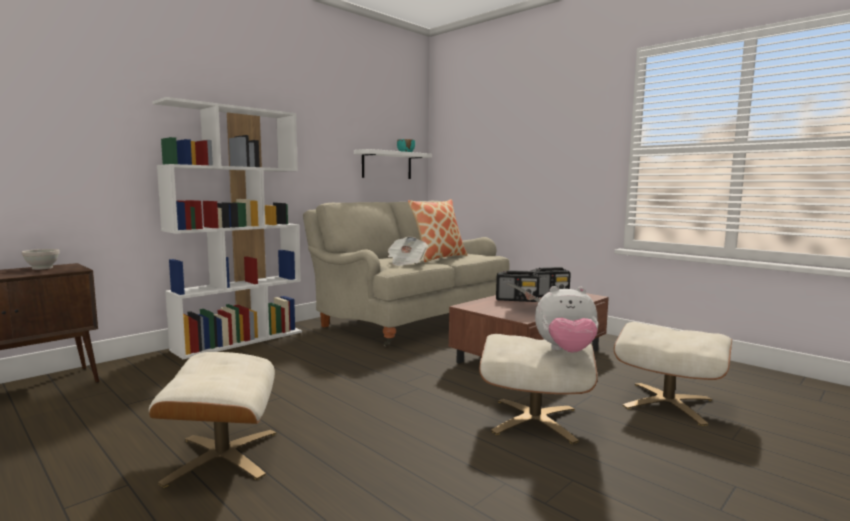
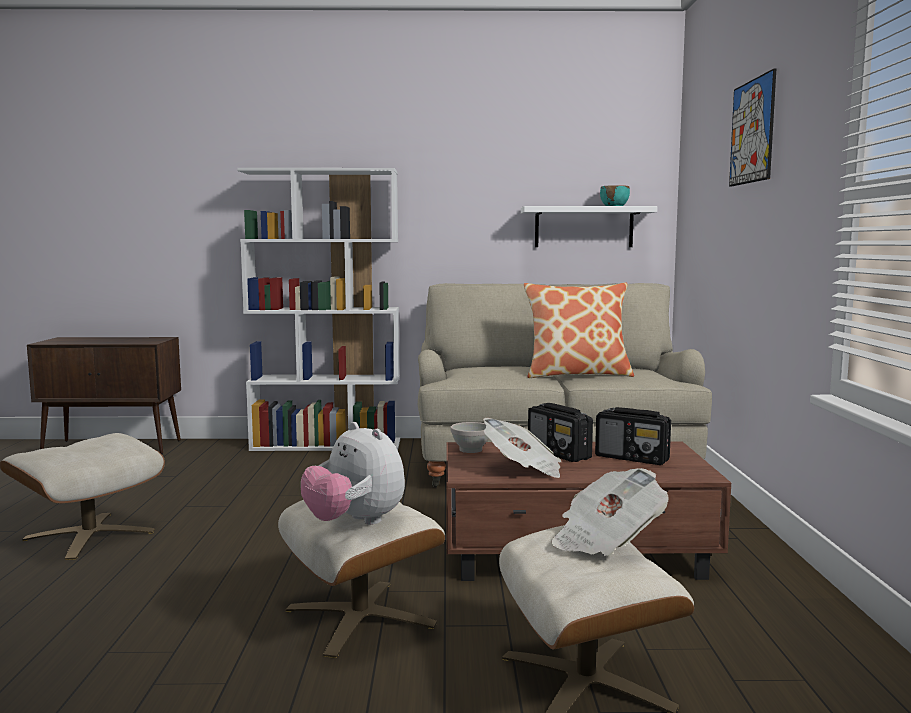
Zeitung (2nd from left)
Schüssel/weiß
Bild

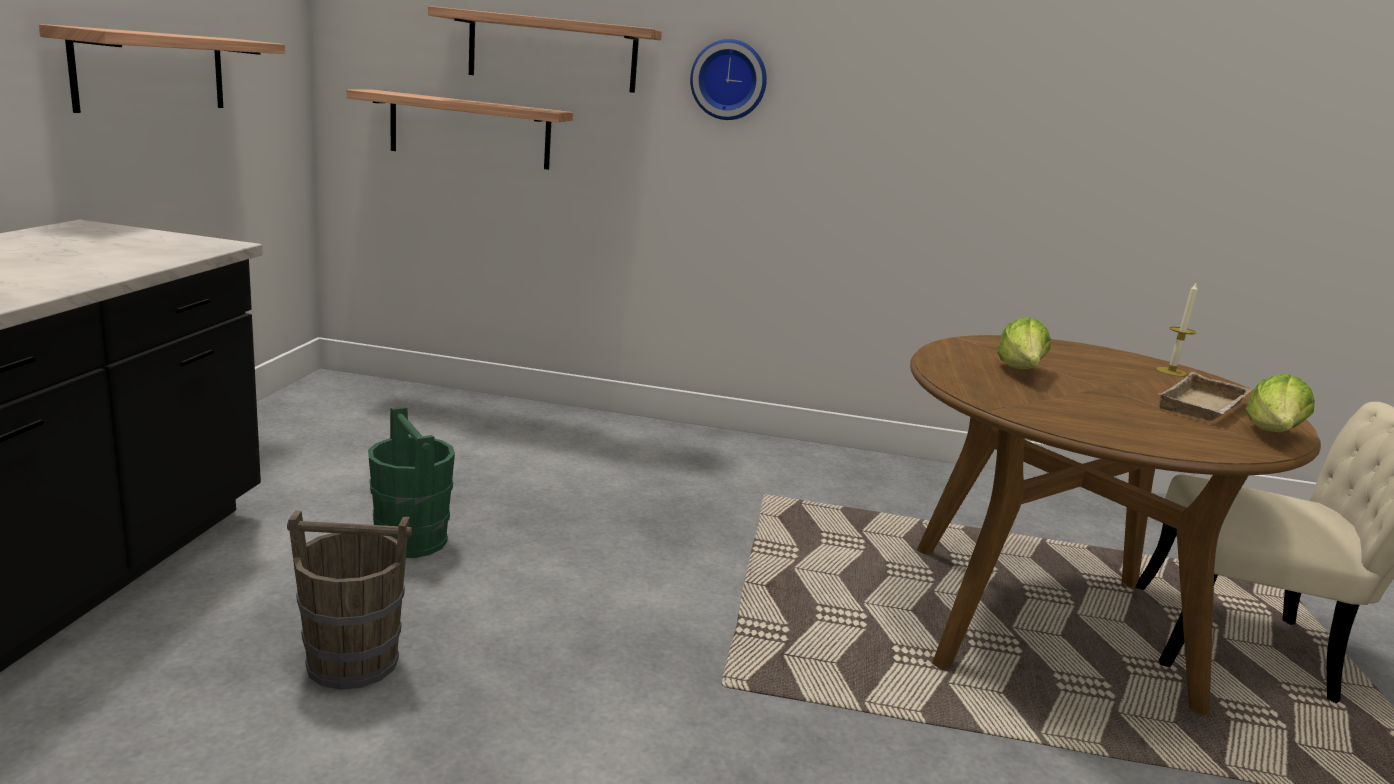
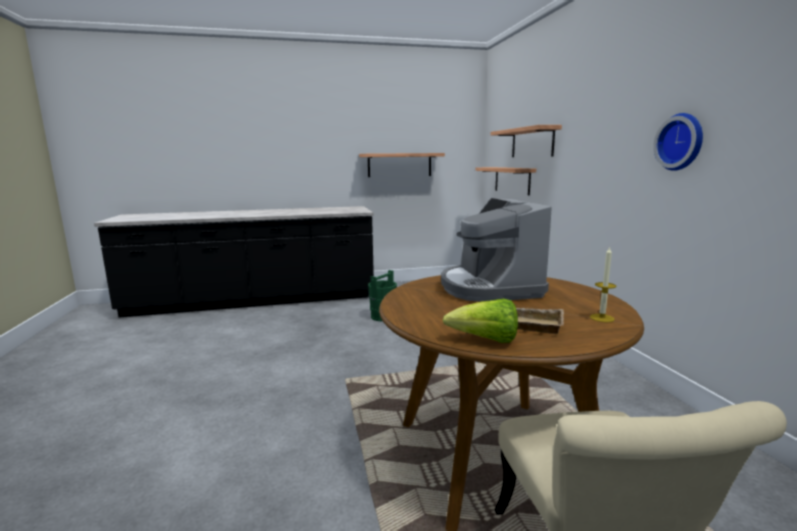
Wanduhr
Kaffeemaschine
Eimer/braun

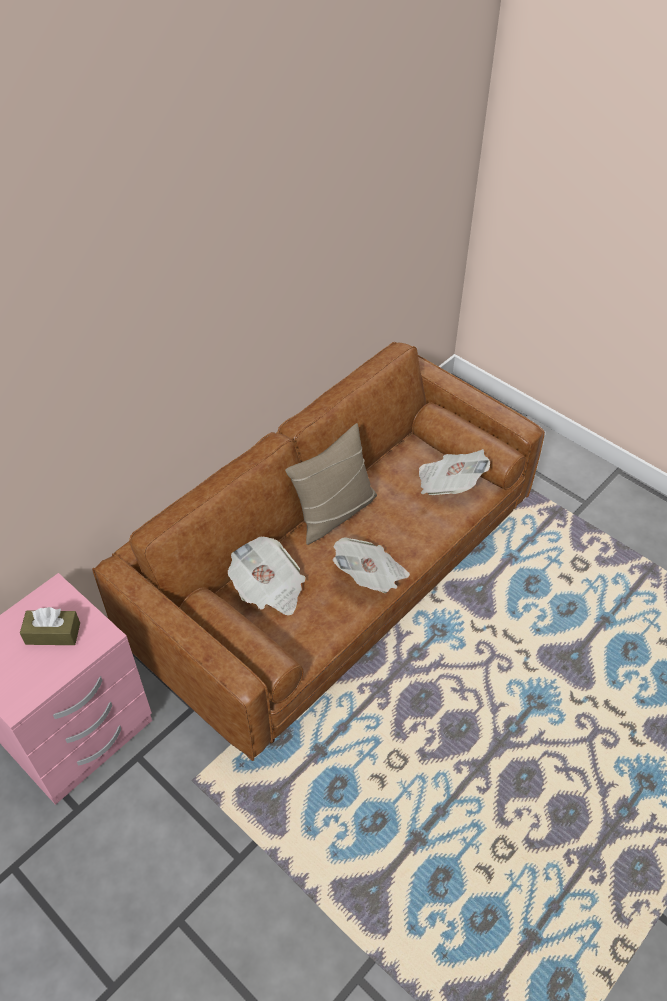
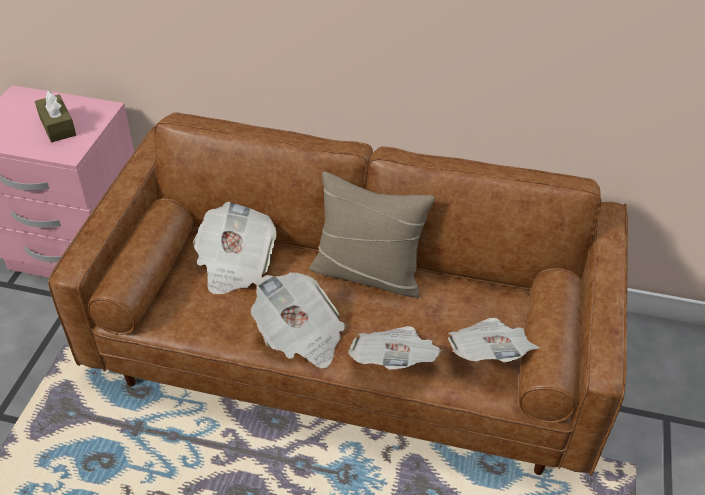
Zeitung (3rd from left)

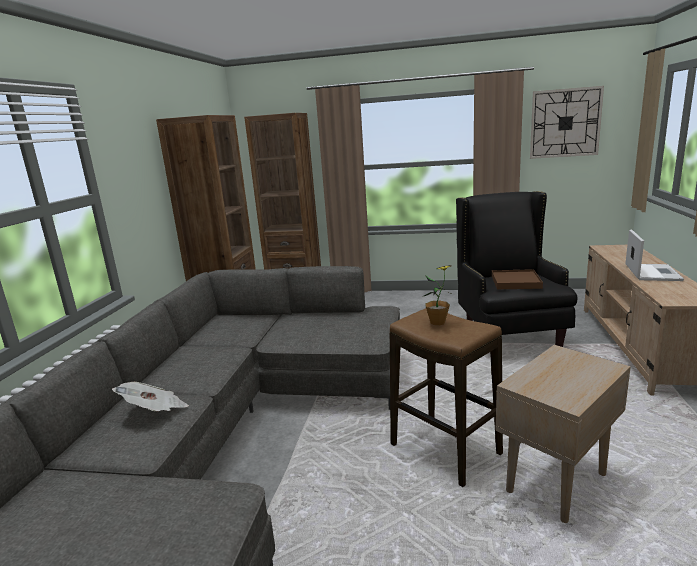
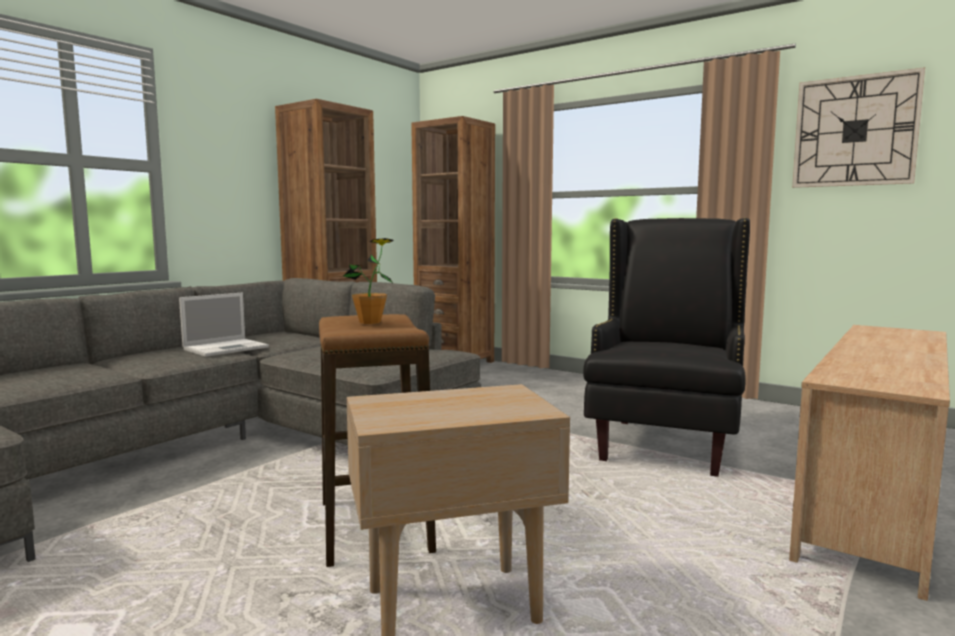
Laptop
Tablett/braun
Zeitung

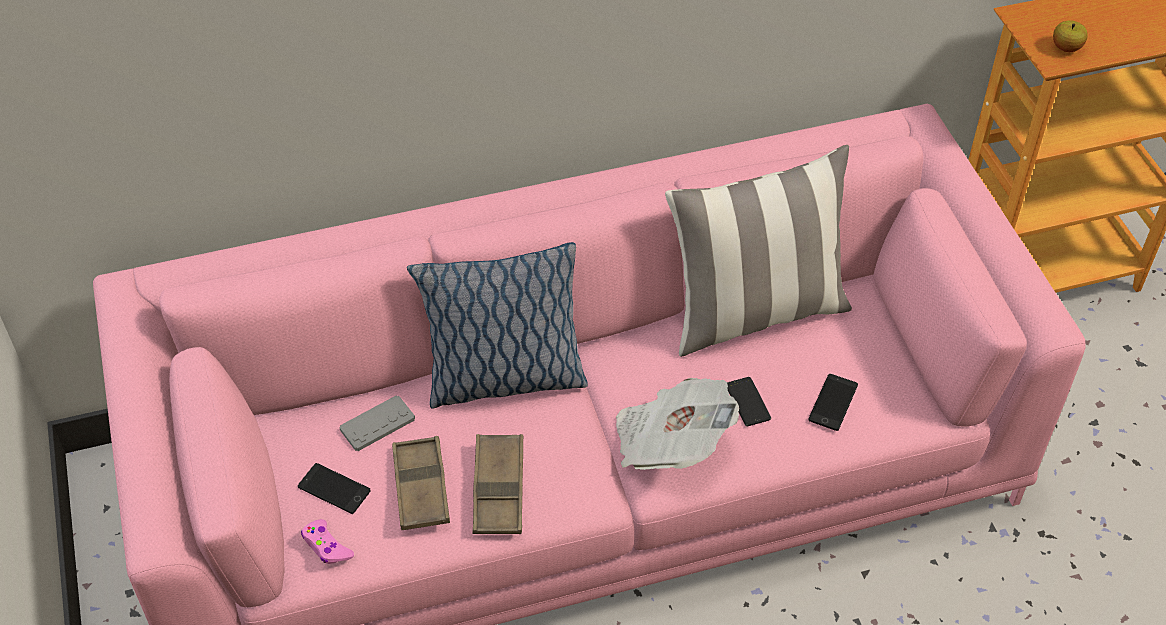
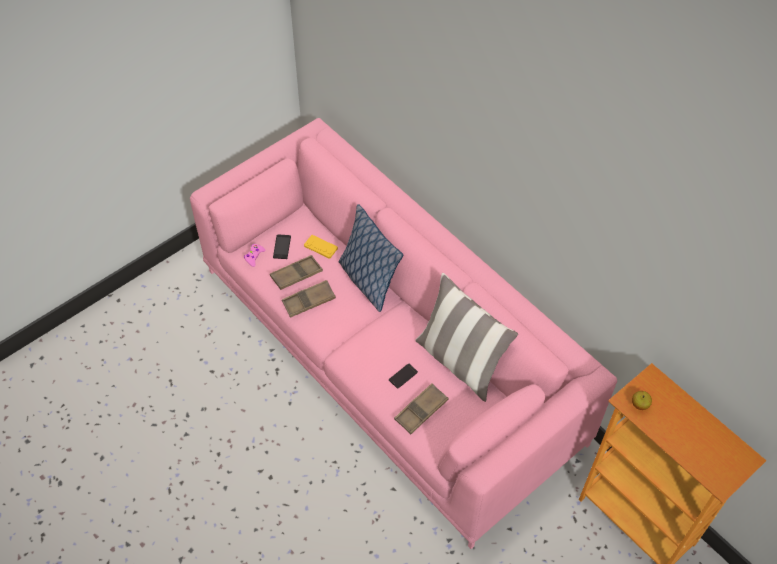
Tablett/braun (3rd from left)
Zeitung
Gamepad/gelb

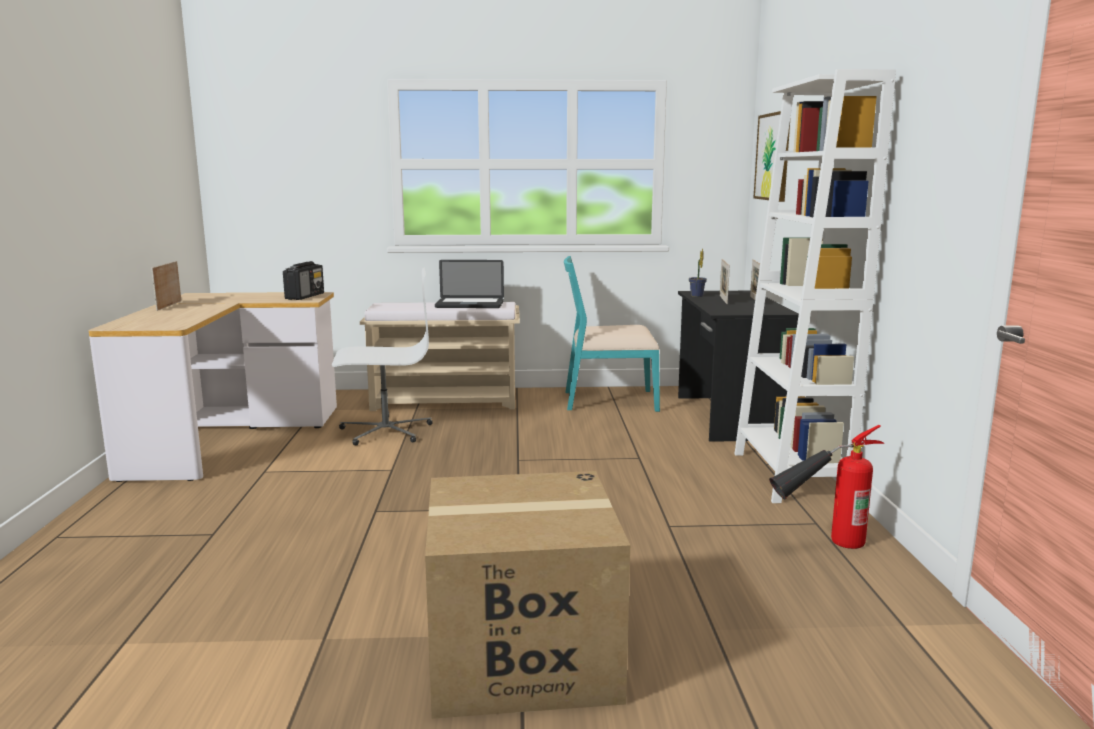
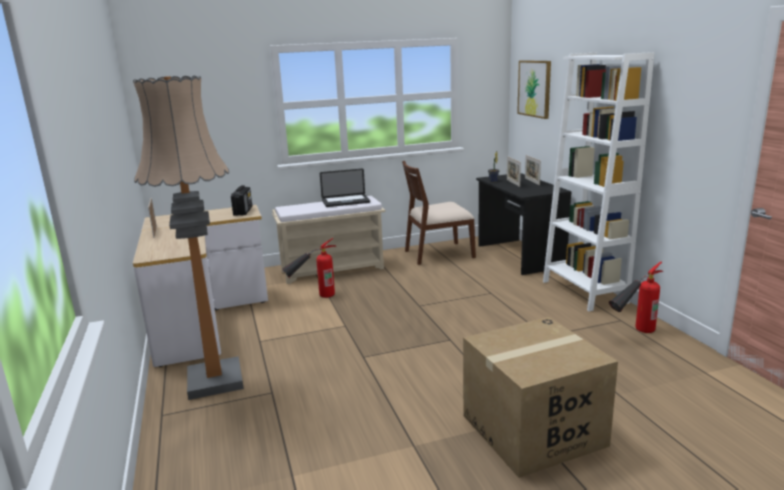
Stuhl/braun
Feuerlöscher (1st from left)
Stehlampe

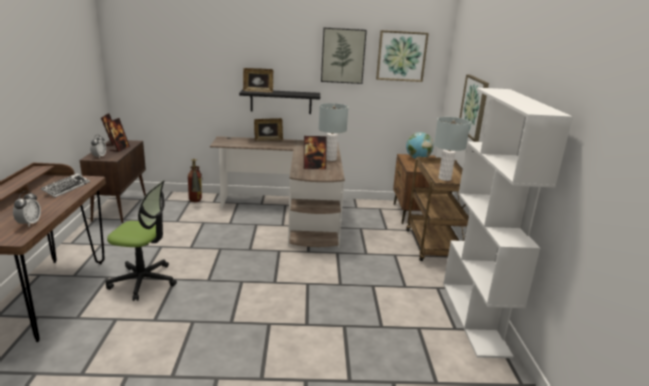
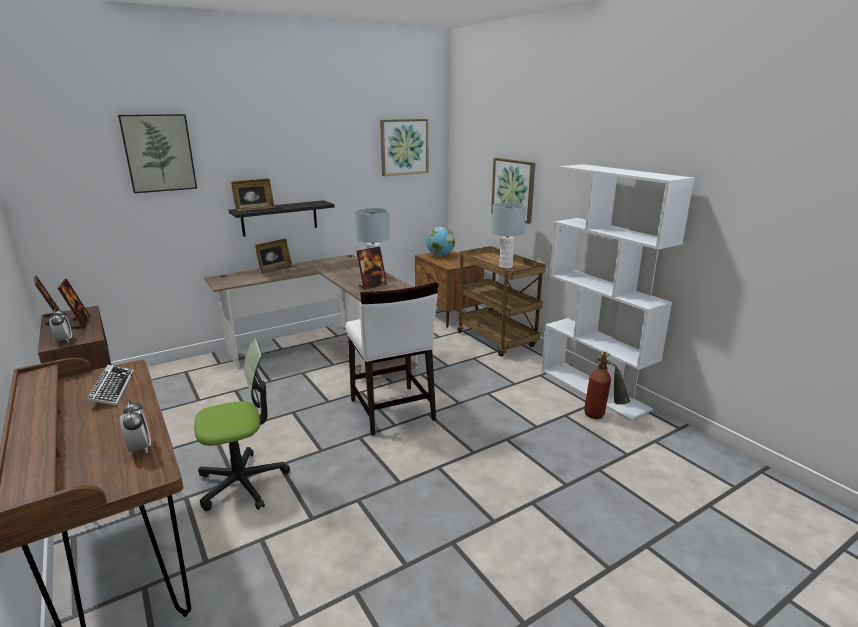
Bild (1st from left)
Feuerlöscher
Stuhl/weiß

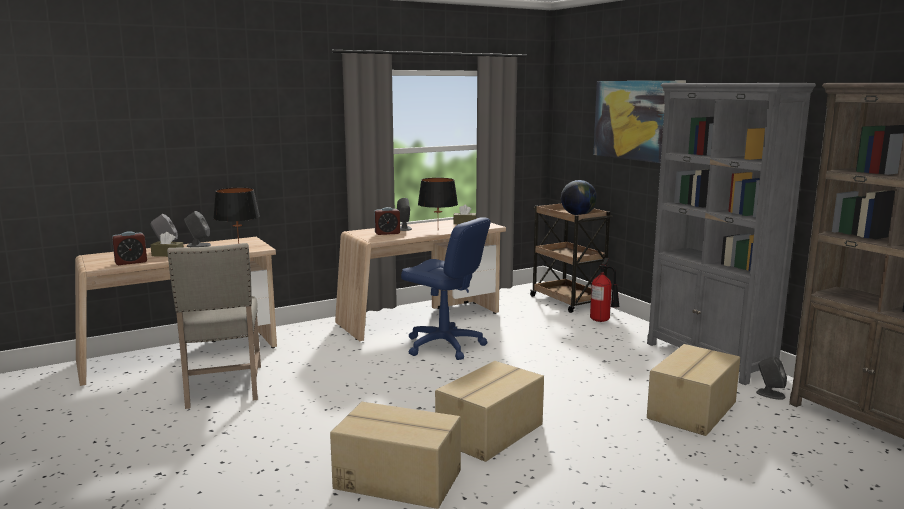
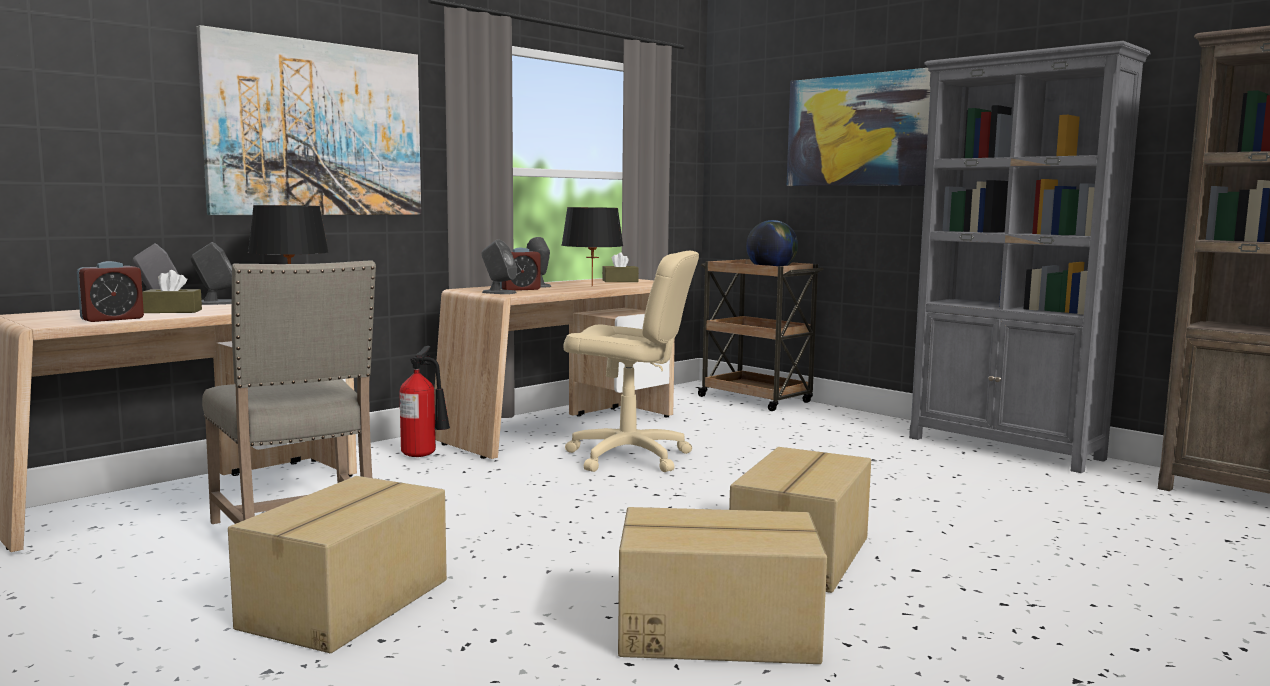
Bürostuhl/beige
Feuerlöscher
Karton (1st from left)
Lautsprecher/grau (3rd from left)
Bild (1st from left)

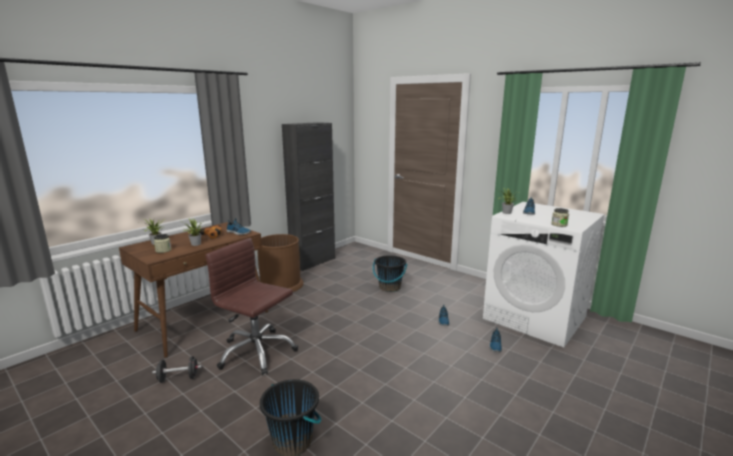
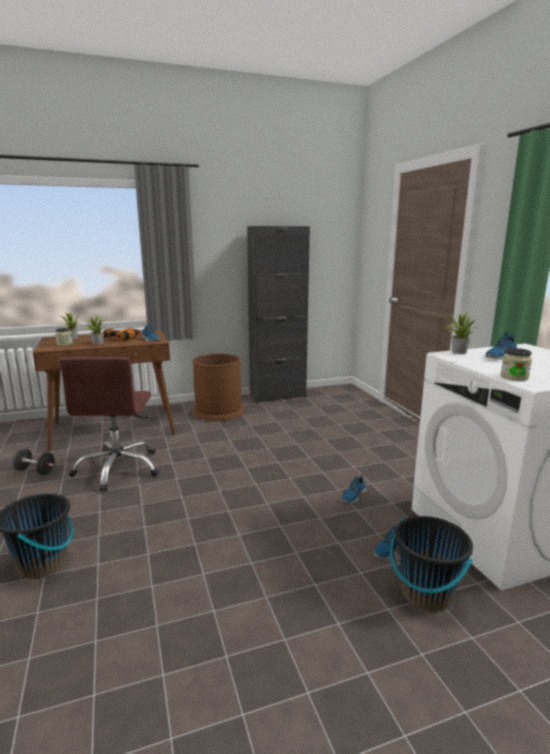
Bürostuhl/braun
Eimer/schwarz (2nd from left)

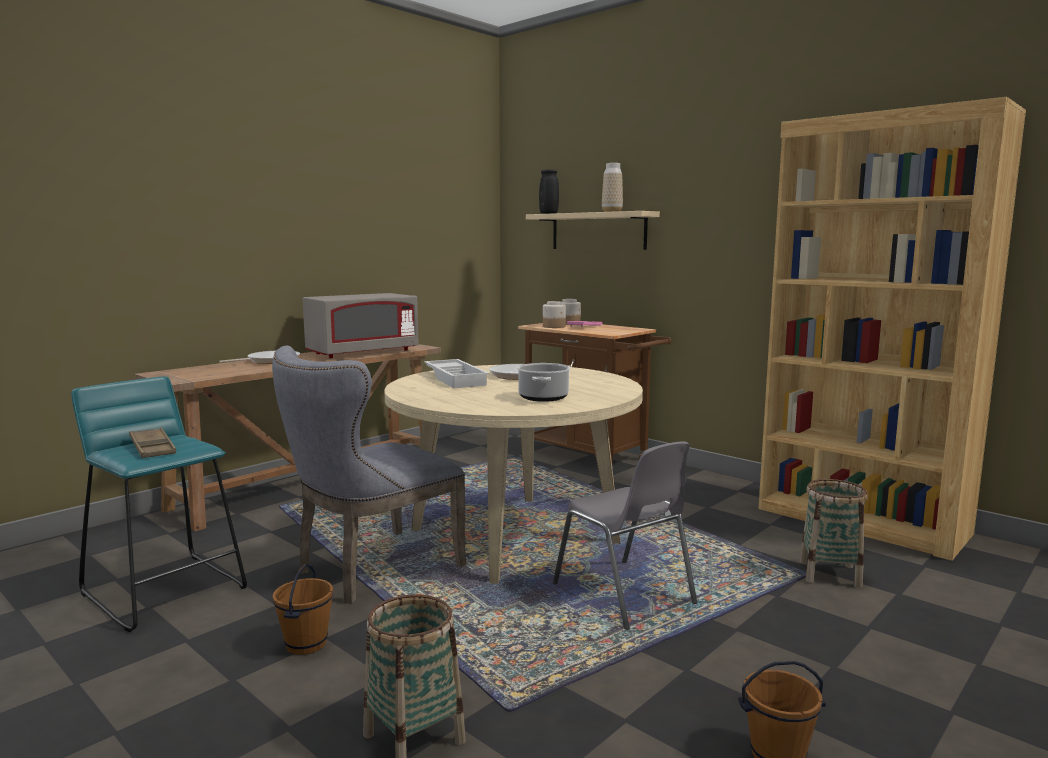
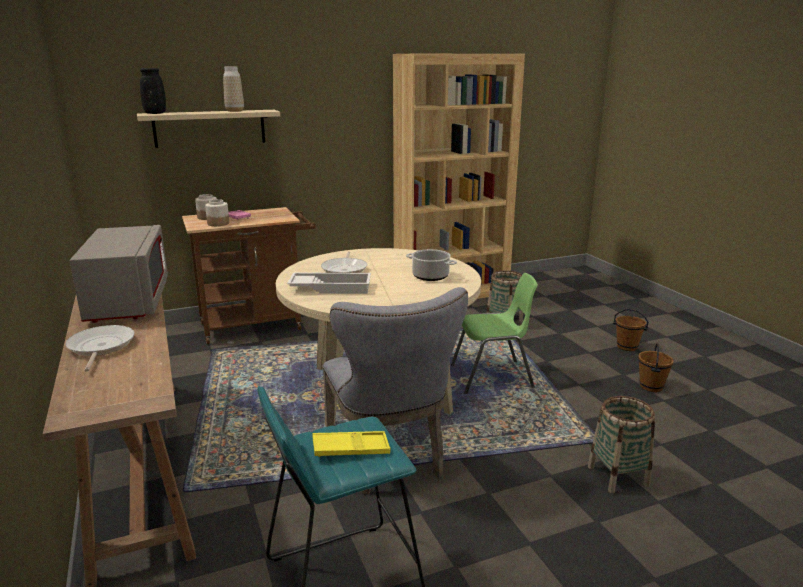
Tablett/gelb
Stuhl/grün
Eimer/braun (1st from left)

